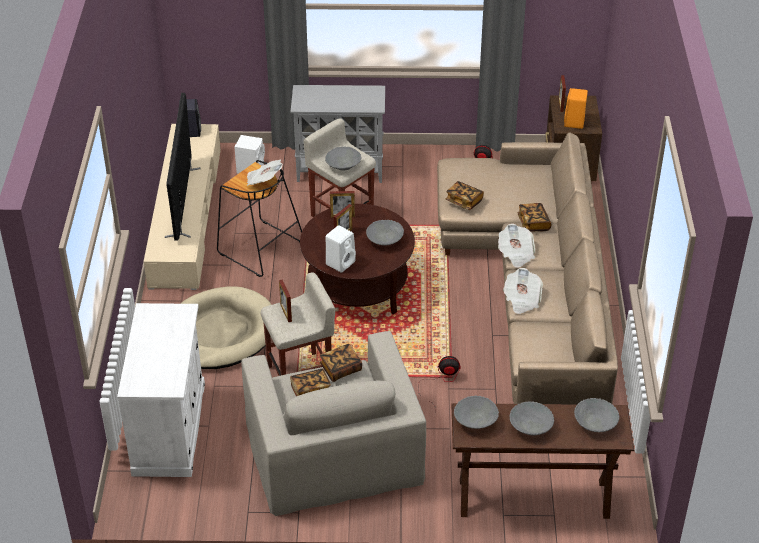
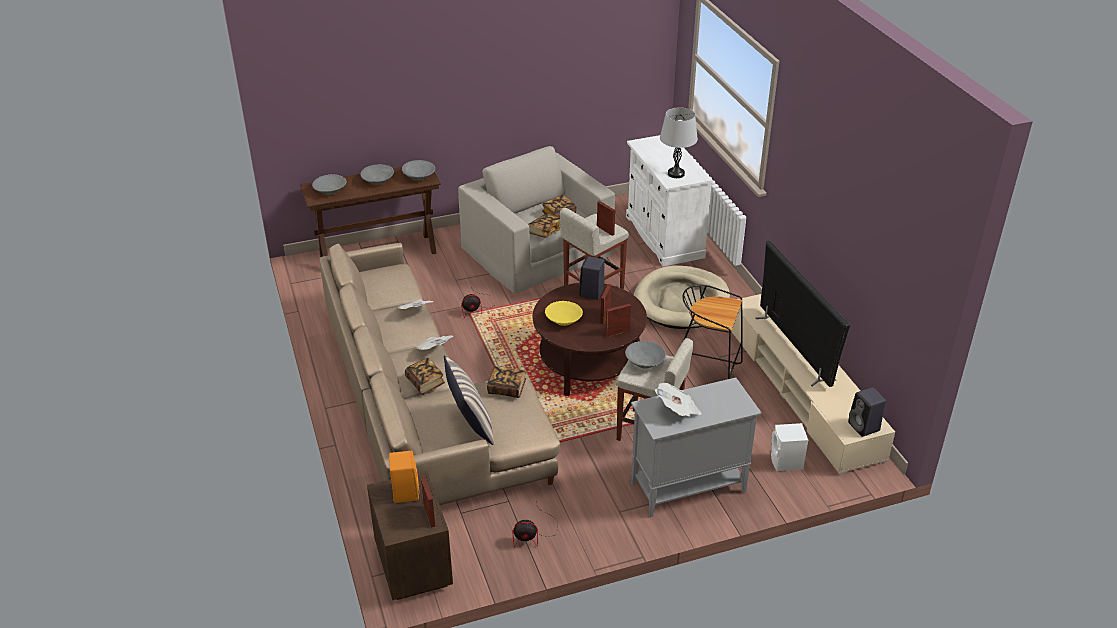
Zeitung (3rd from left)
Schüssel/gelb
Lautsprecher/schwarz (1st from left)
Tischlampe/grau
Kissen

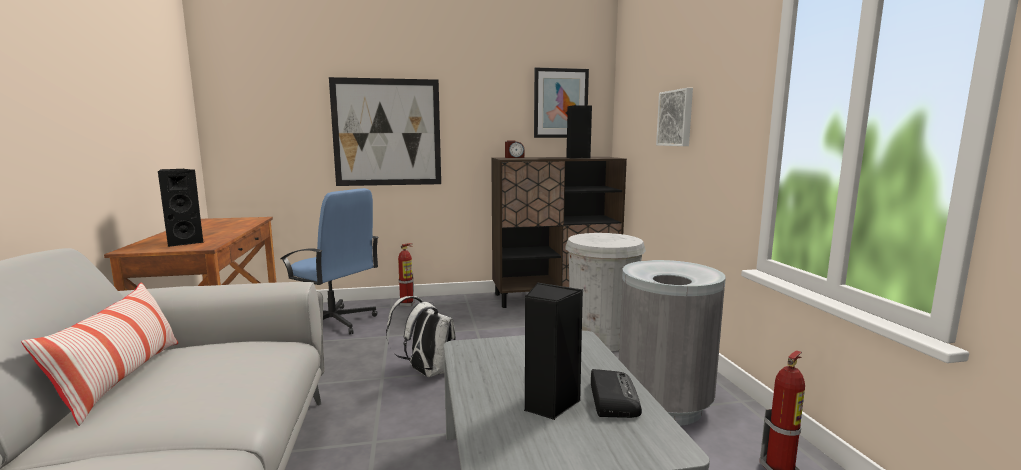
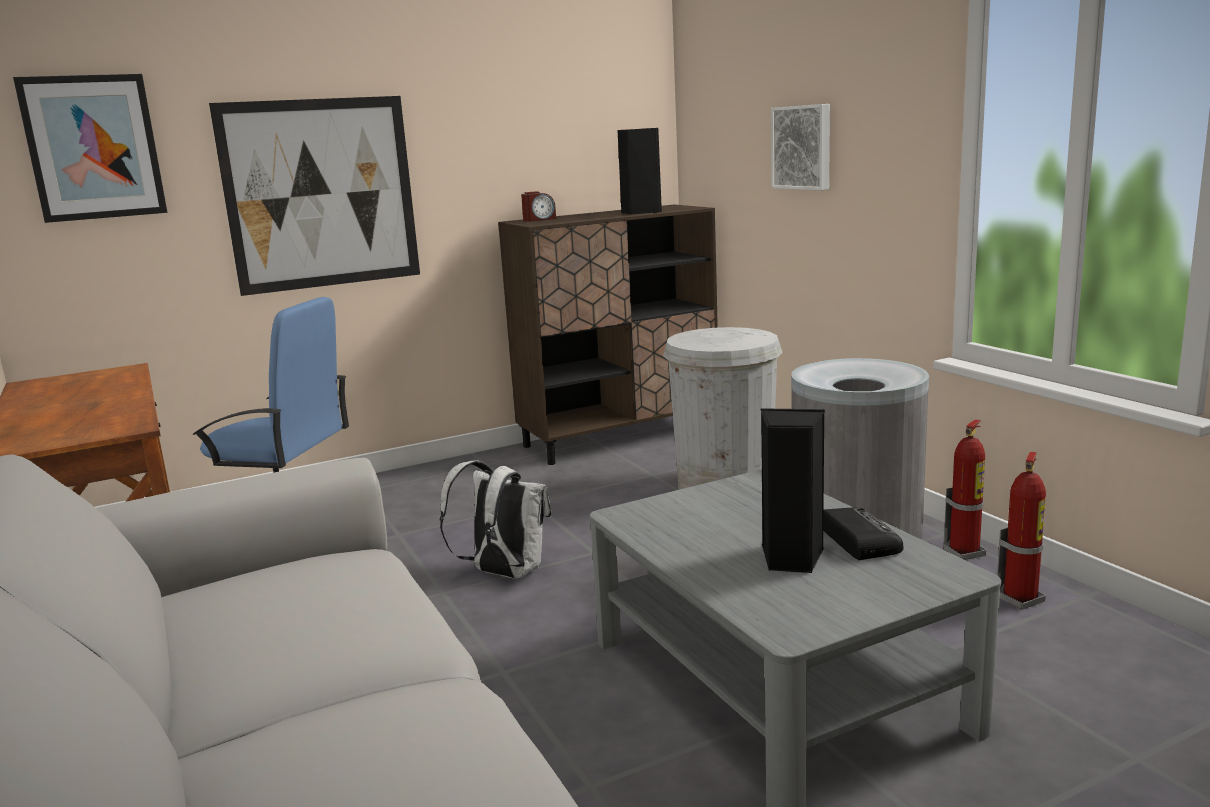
Bild (1st from left)
Lautsprecher/schwarz (1st from left in the first image)
Feuerlöscher (1st from left)
Kissen

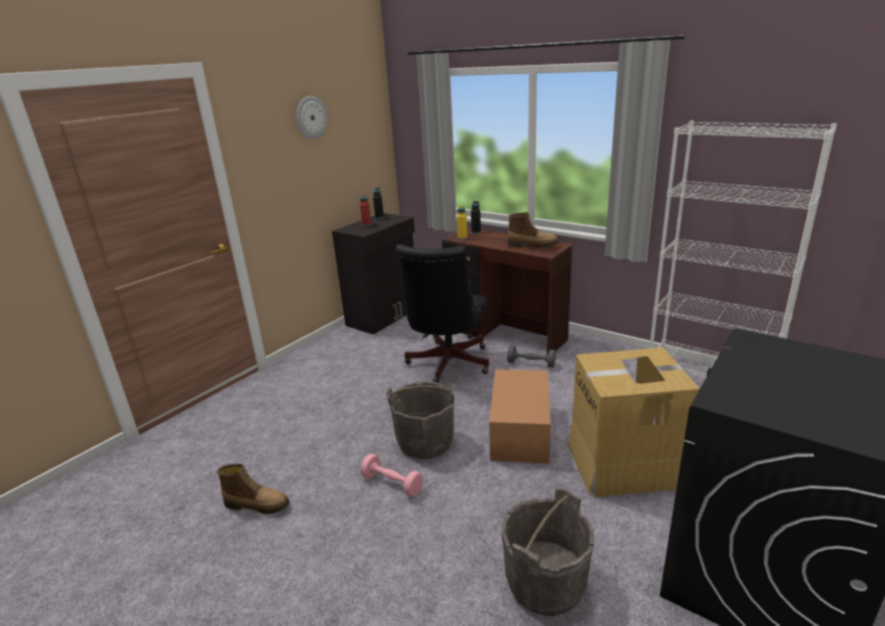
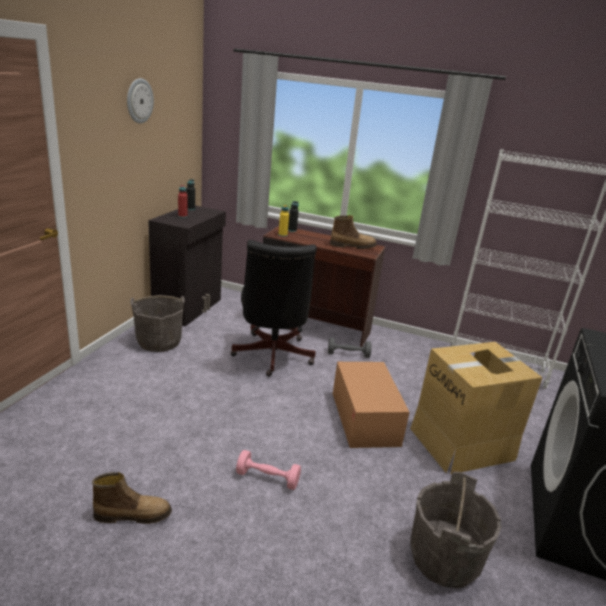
Eimer/grau (1st from left)

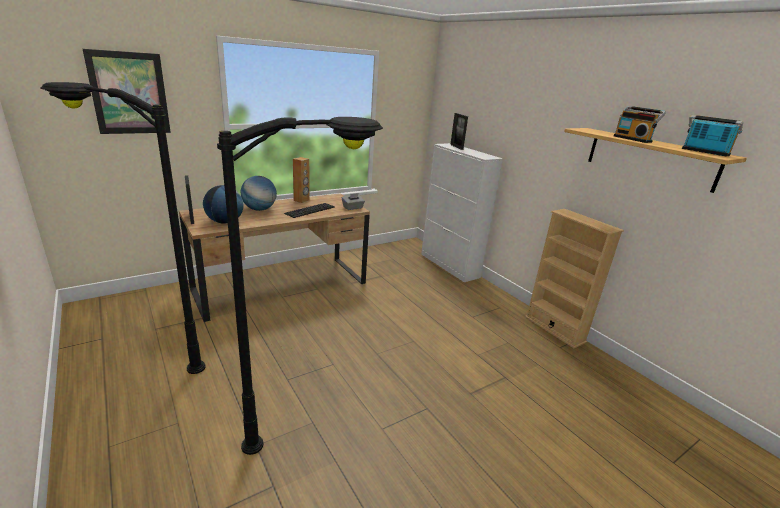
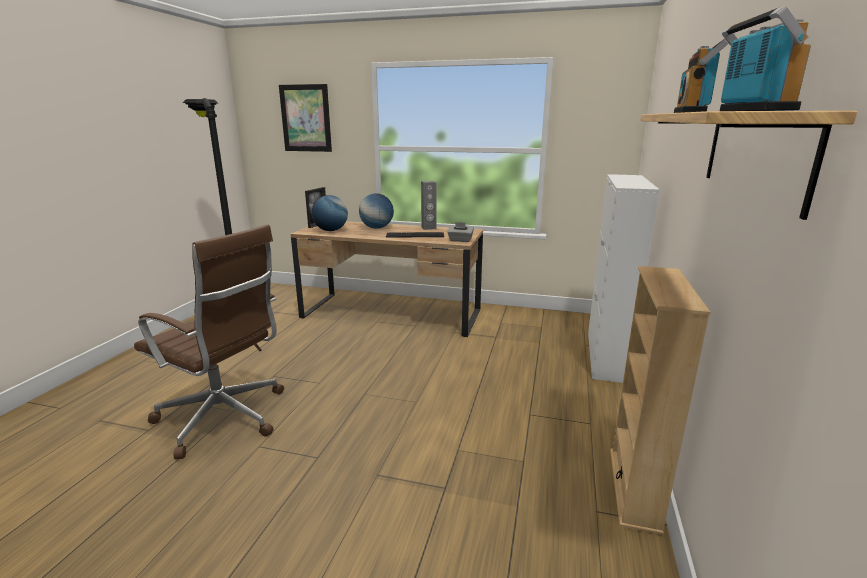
Bilderrahmen (2nd from left in the first image)
Bürostuhl/braun
Lautsprecher/grau

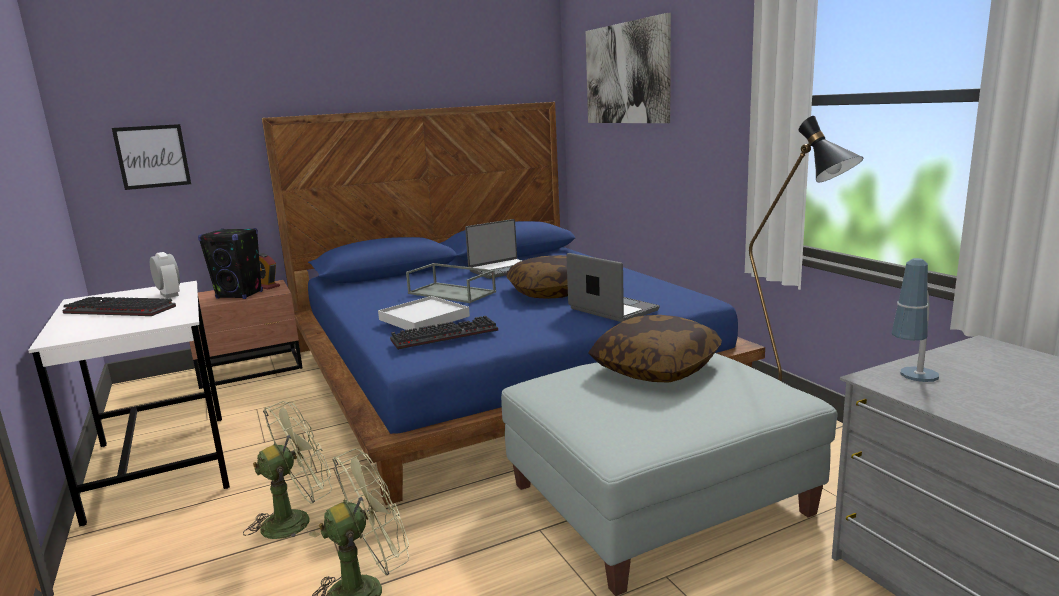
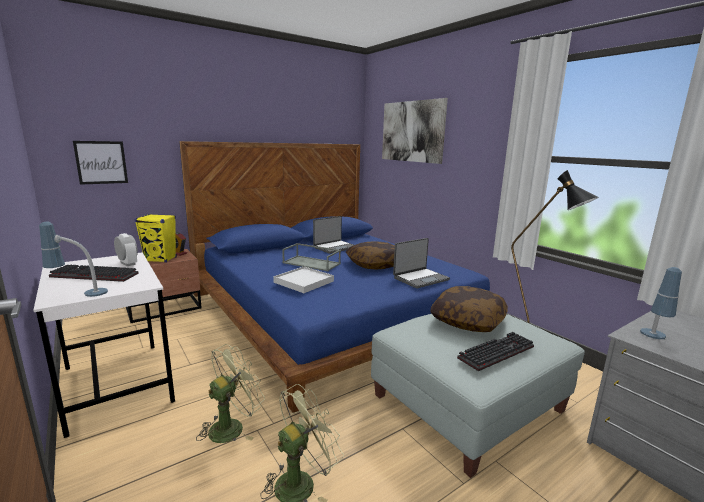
Lautsprecher/gelb
Laptop (2nd from left)
Tastatur (2nd from left)
Tischlampe (1st from left)

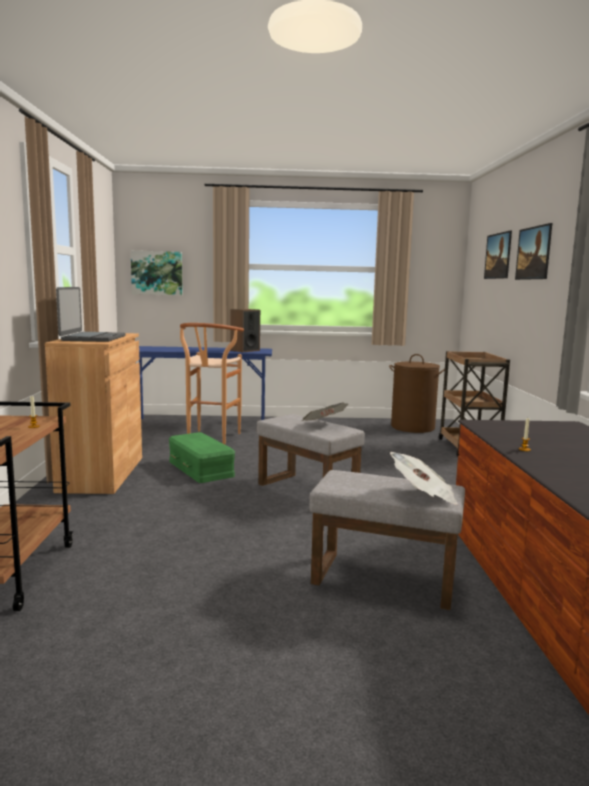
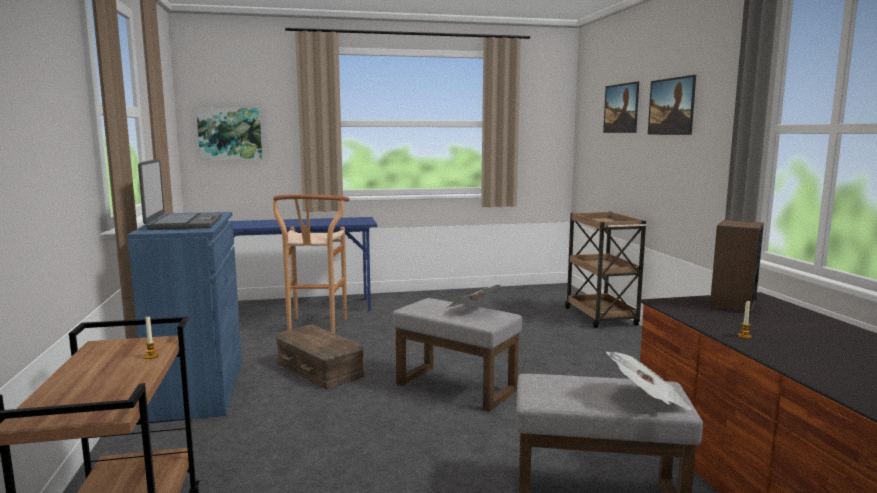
Lautsprecher
Schrank/blau
Wäschekorb/braun
Aufbewahrungsbox/braun

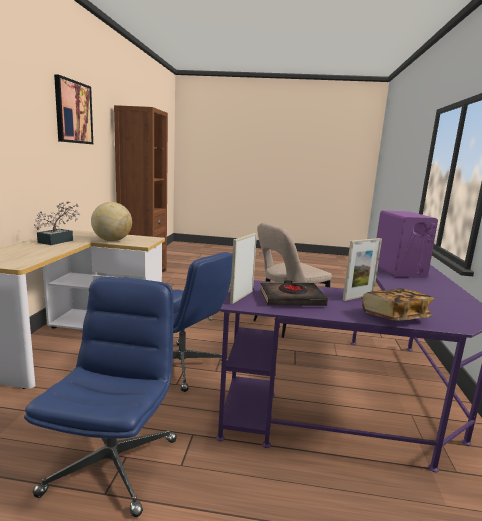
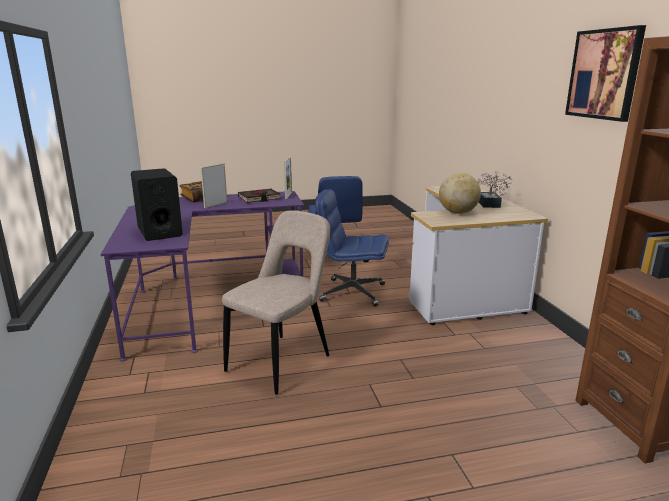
Lautsprecher/schwarz

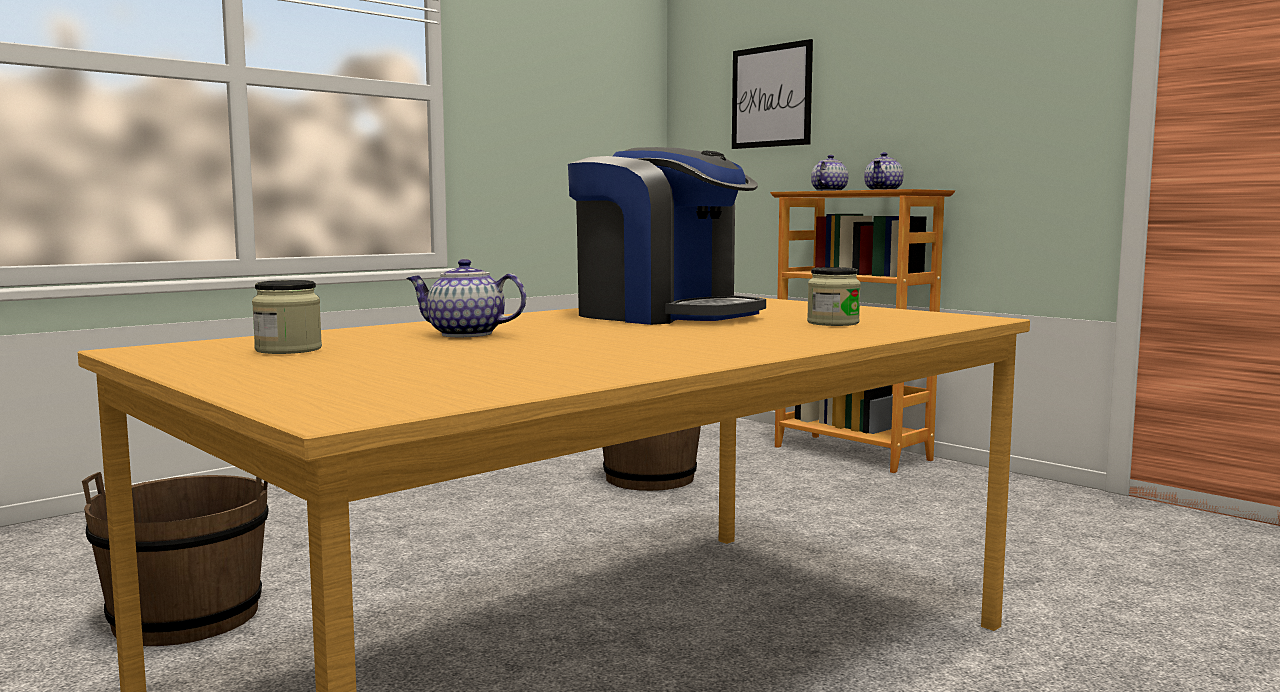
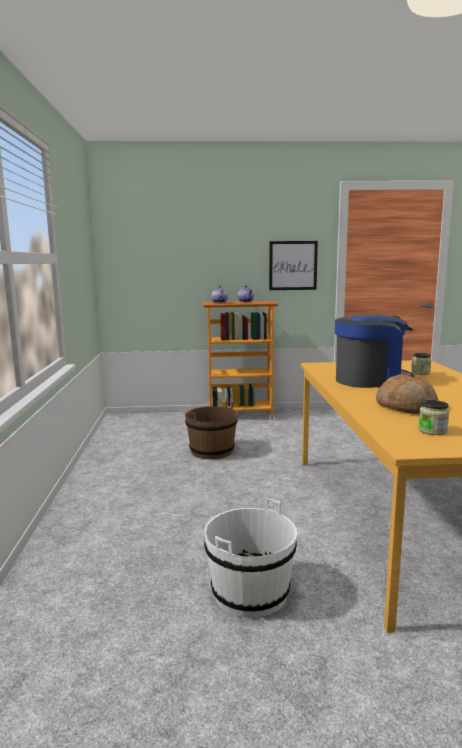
Bild
Brot
Eimer/weiß

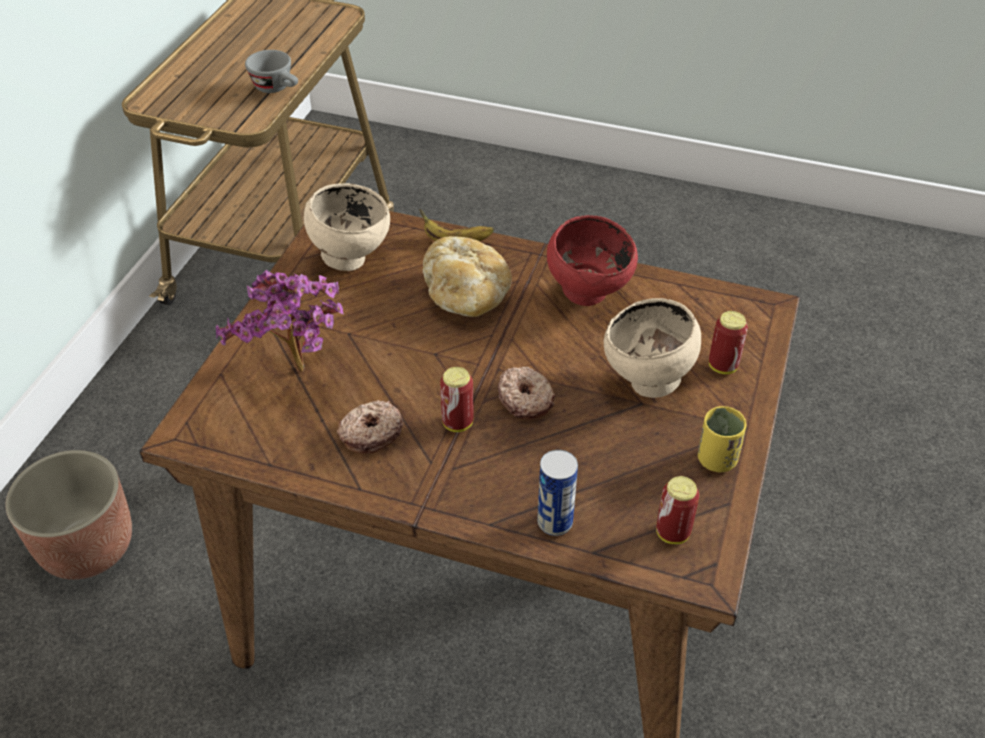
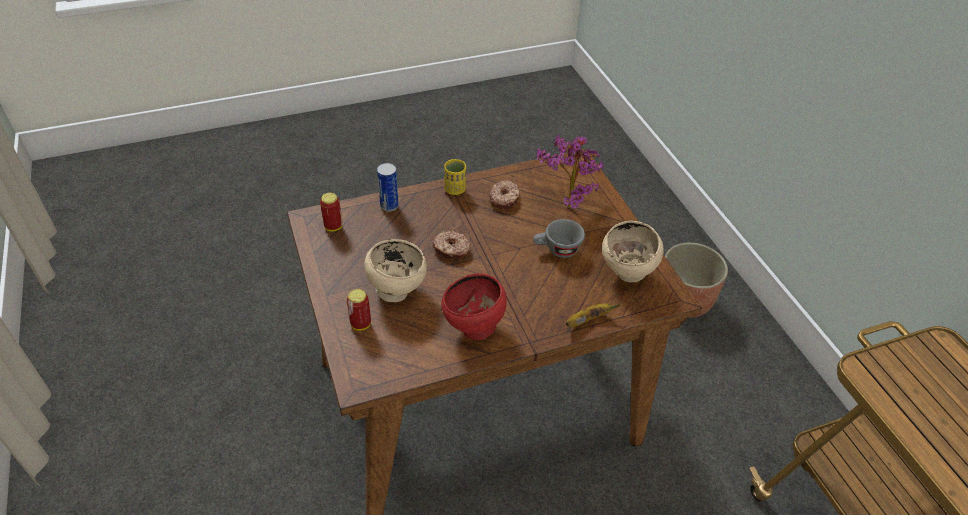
Tasse/grau
Brot
Dose (1st from left in the first image)
Tasse/gelb

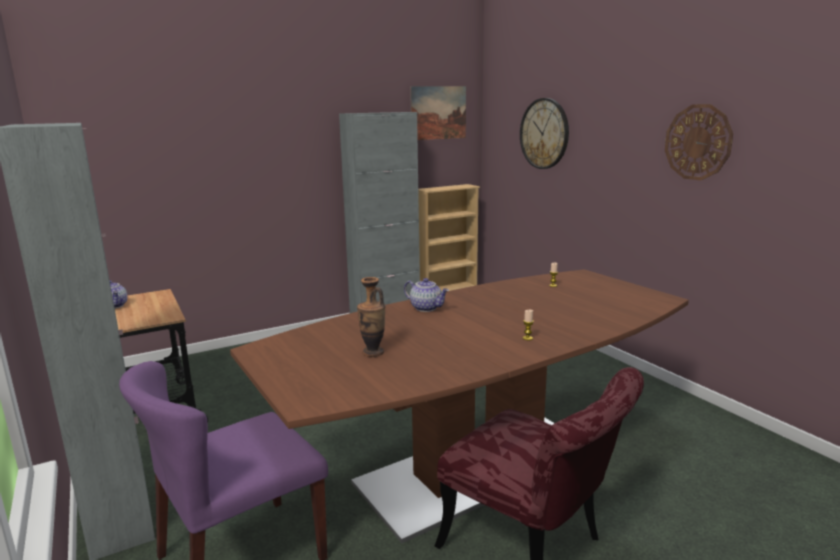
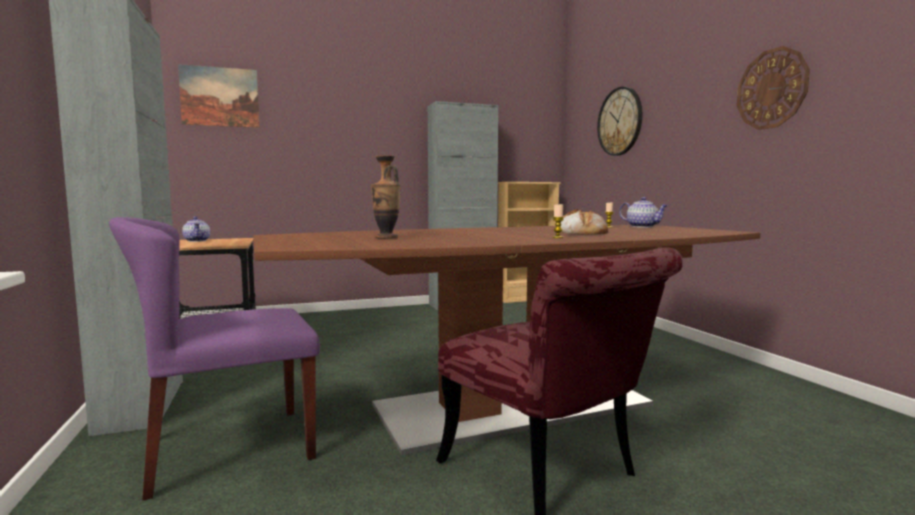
Bild
Teekanne (2nd from left)
Brot

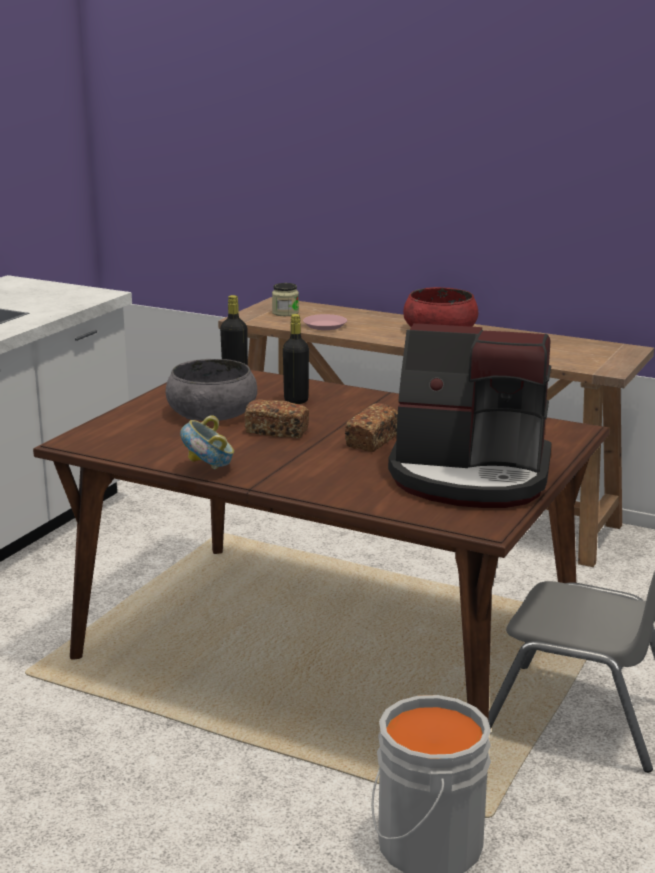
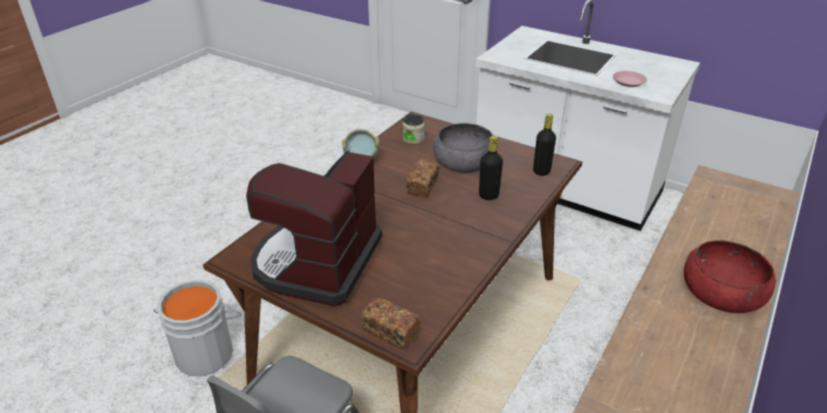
Vorratsglas
Teller/rosa
Brot (1st from left)

